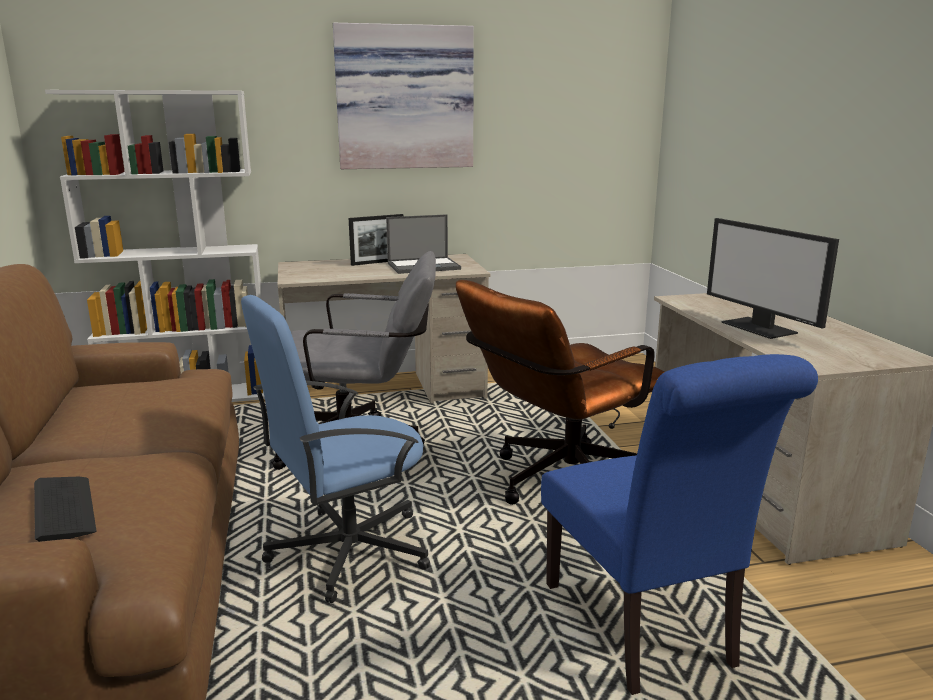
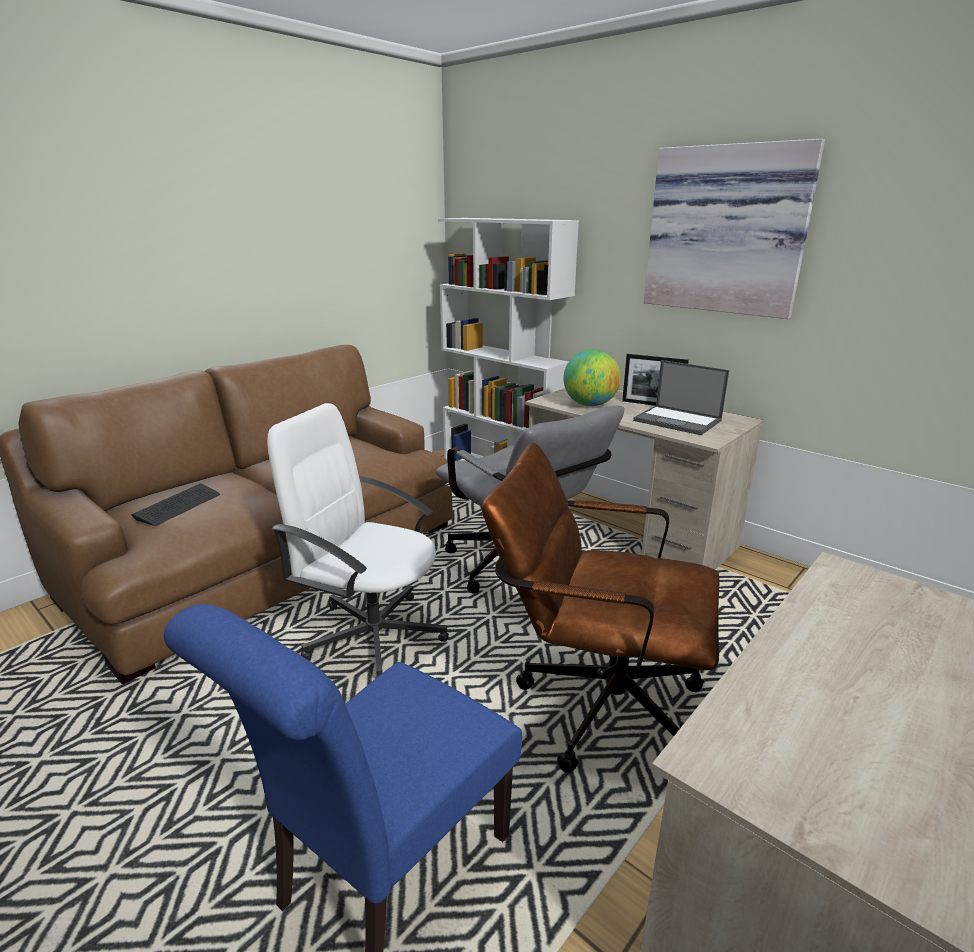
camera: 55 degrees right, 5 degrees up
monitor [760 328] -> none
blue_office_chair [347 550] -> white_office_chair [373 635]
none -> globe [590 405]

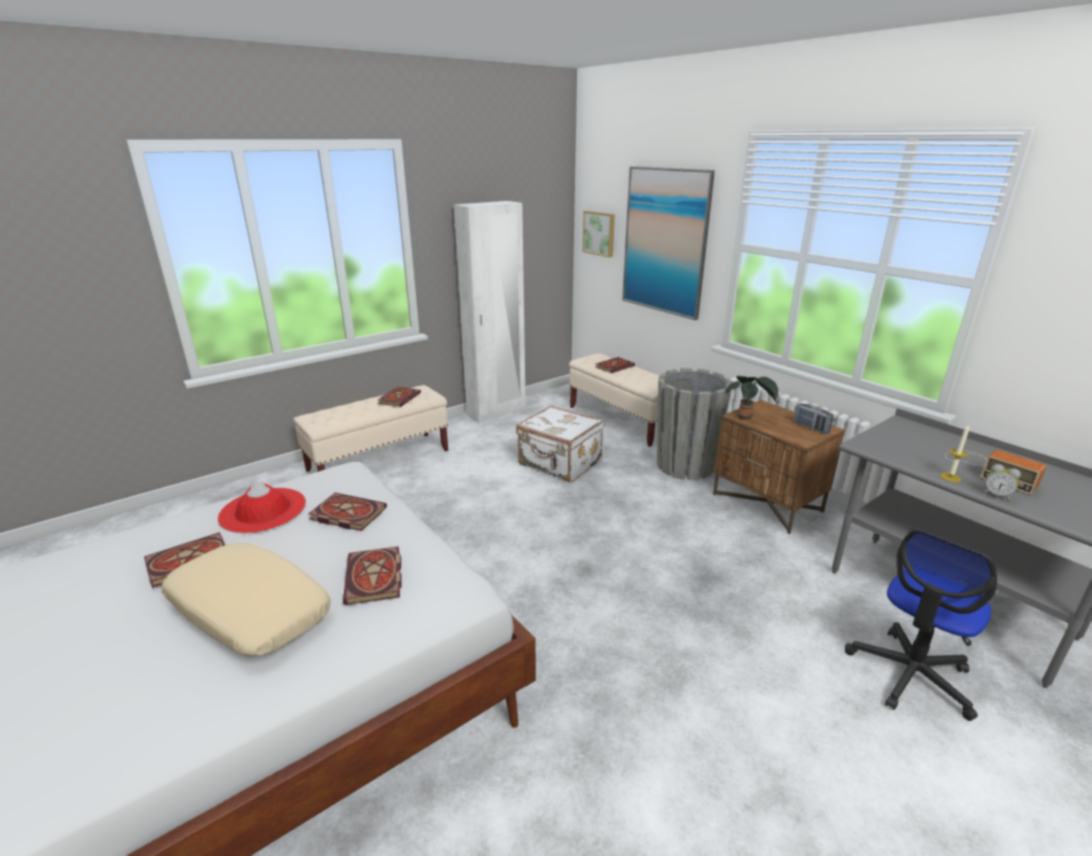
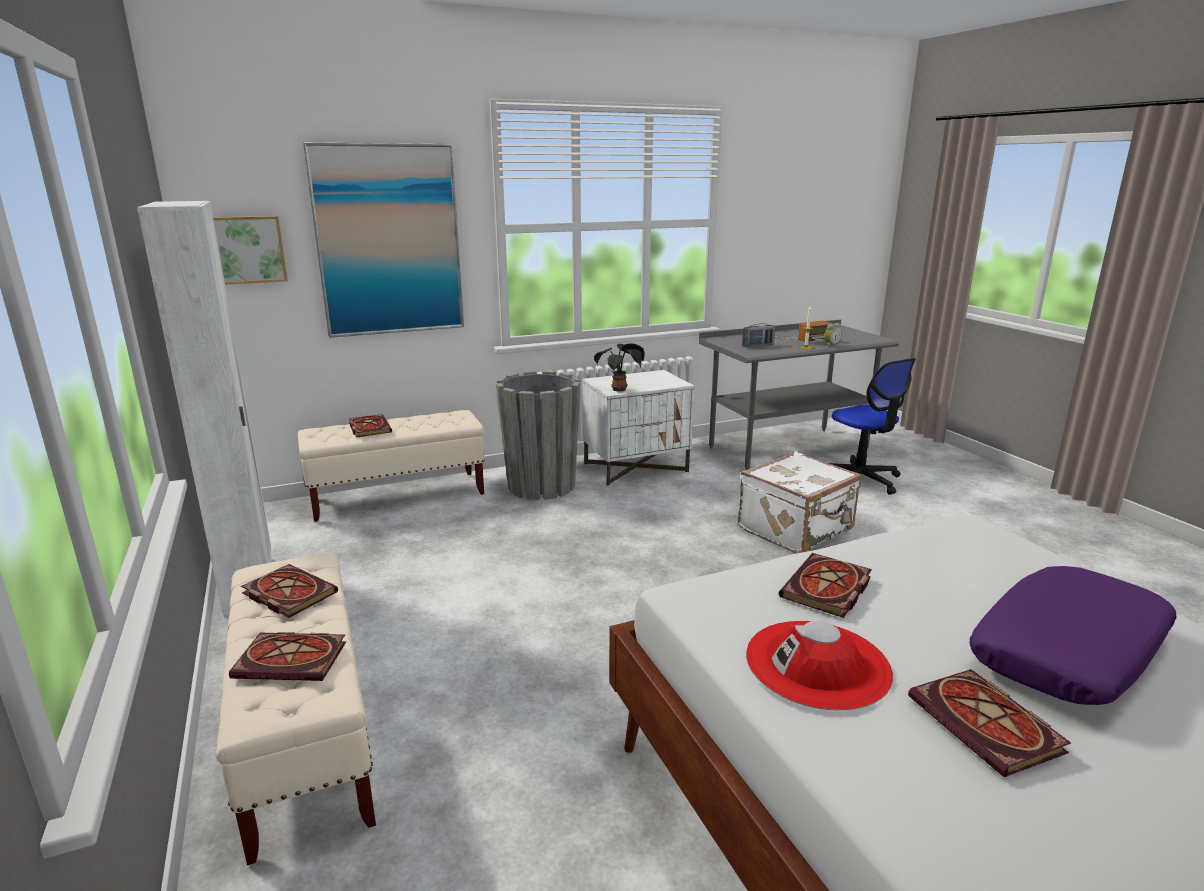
camera: 75 degrees left, 5 degrees down
brown_nightstand [767 503] -> white_nightstand [636 468]
radio [811 428] -> radio [757 346], move
white_suitcase [559 464] -> white_suitcase [797 529], move
beige_pillow [248 611] -> purple_pillow [1069 652]
book [375 579] -> book [294 659], move

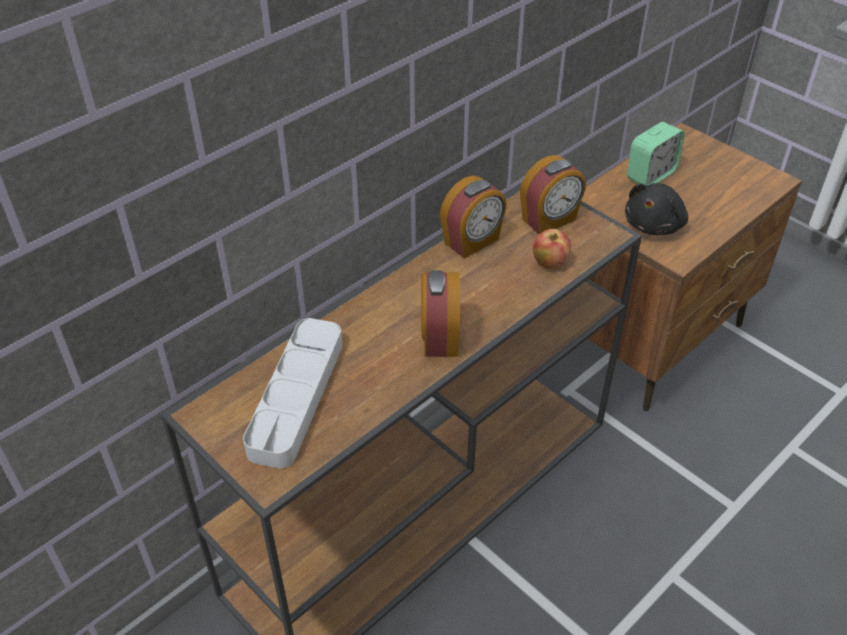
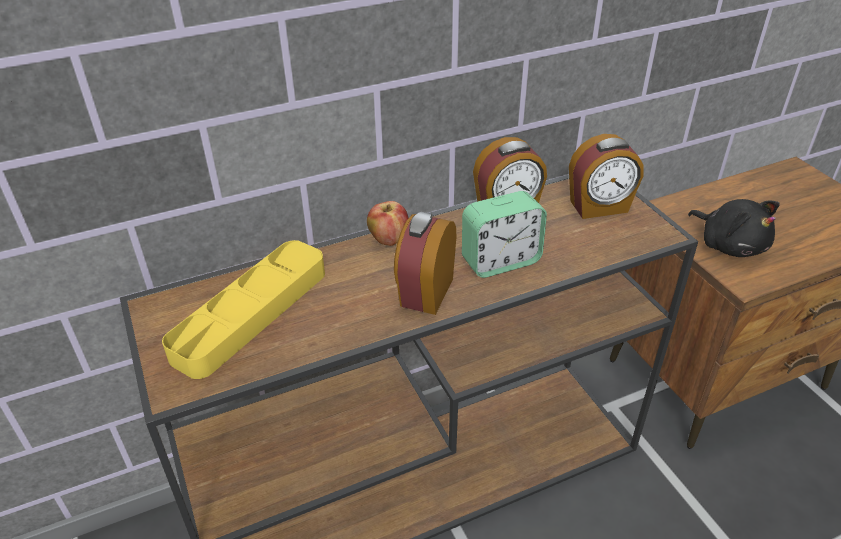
camera: 20 degrees right, 5 degrees down
alarm_clock [651 175] -> alarm_clock [500 261], move
black_plush_toy [655 225] -> black_plush_toy [729 245], 90 degrees counterclockwise
apple [549 263] -> apple [389 240], move
grey_tray [296 396] -> yellow_tray [251 313]

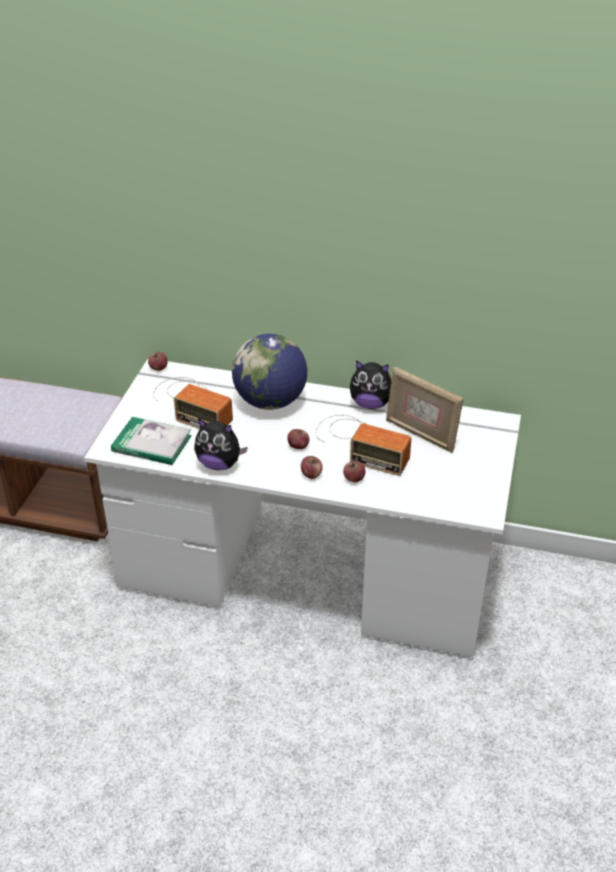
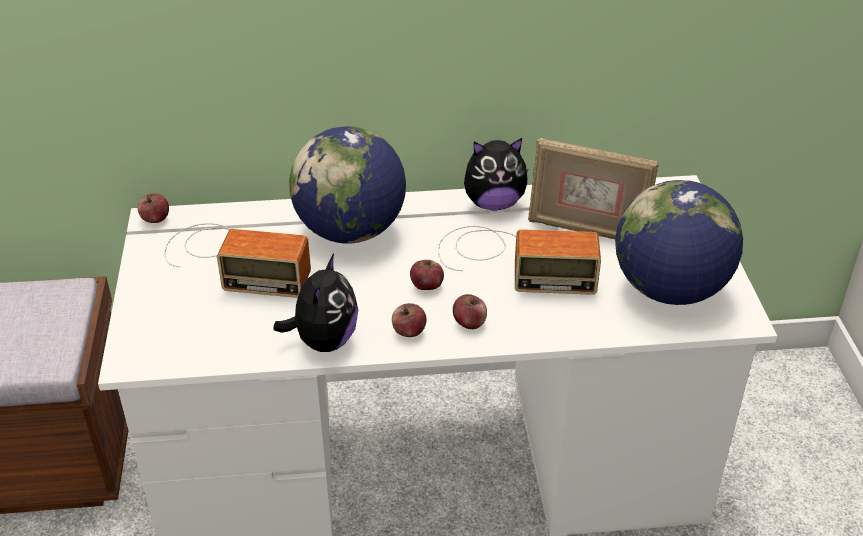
camera: 20 degrees left, 0 degrees up
book [152 444] -> none
plush_toy [219 464] -> plush_toy [324 341], 75 degrees counterclockwise
apple [353 478] -> apple [409 331], move
none -> globe [669 290]

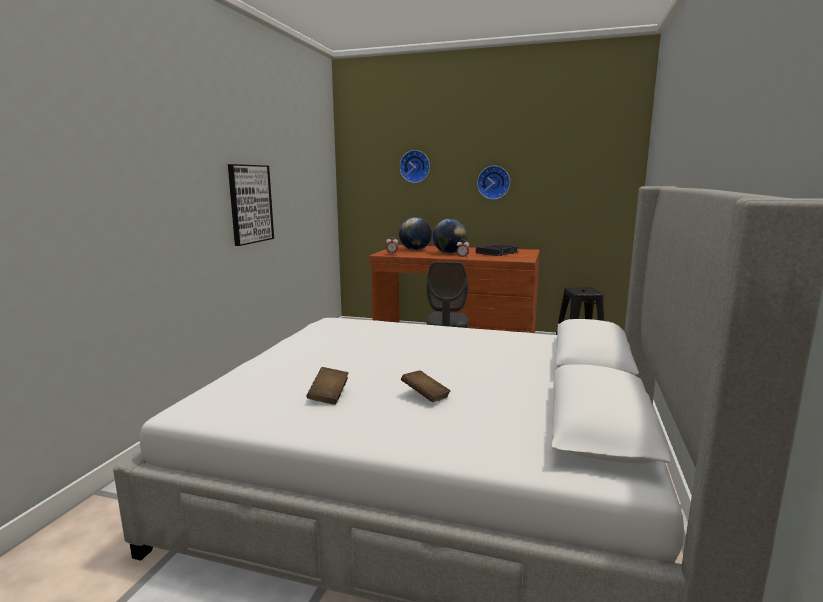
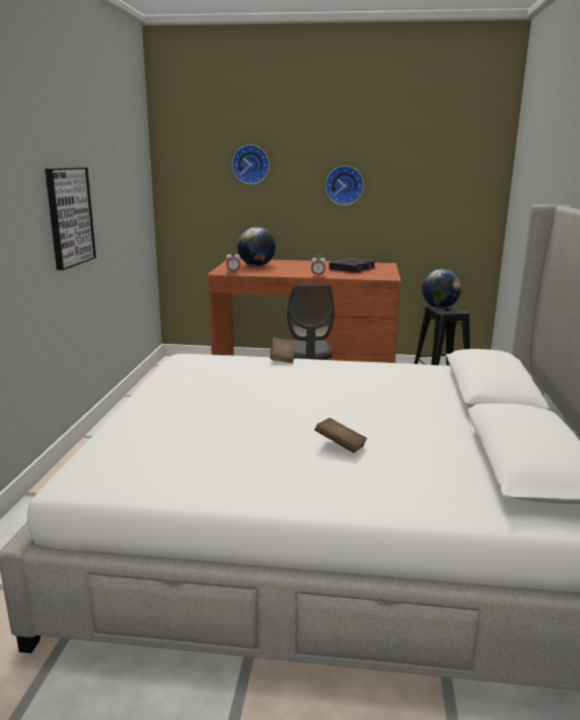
camera: 10 degrees left, 5 degrees up
globe [449 253] -> globe [439 307], move
brown_book [329 396] -> brown_book [282 358], move

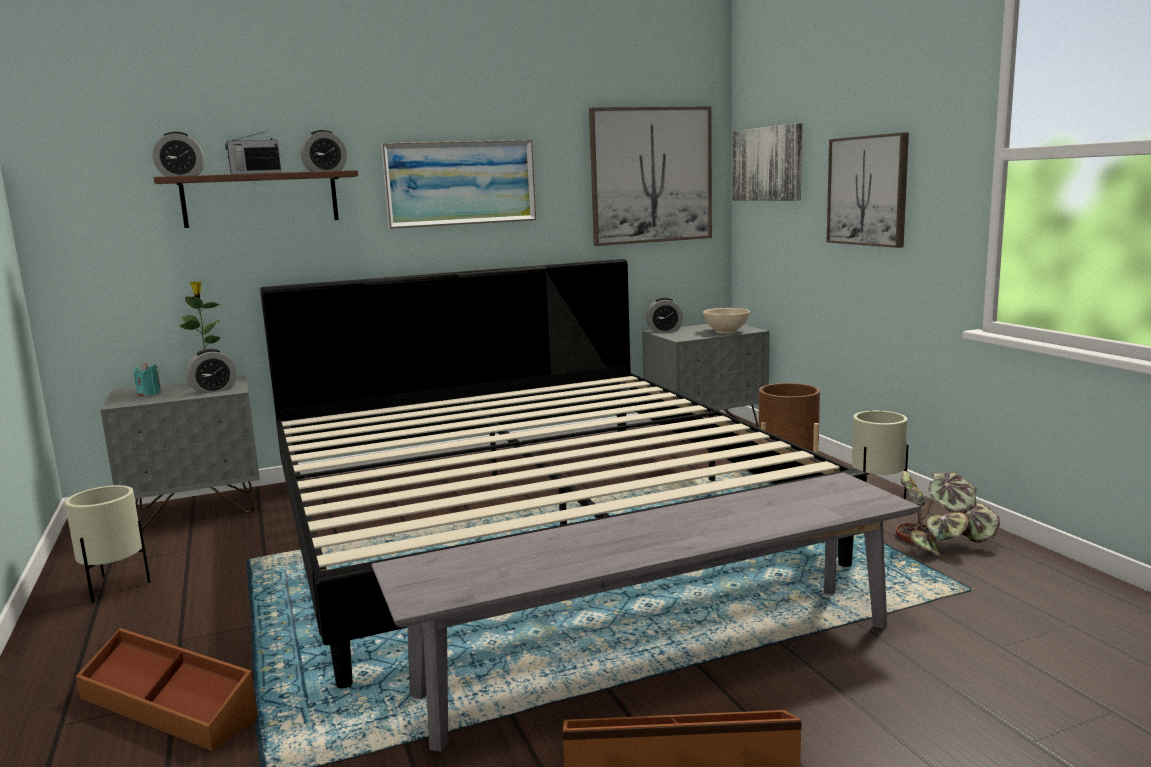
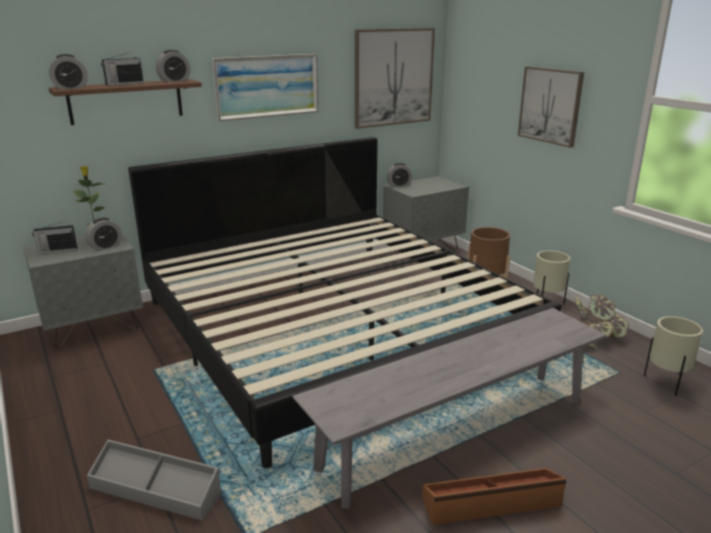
camera: 10 degrees left, 10 degrees up
picture [768 164] -> none
beige_bowl [726 331] -> none
turquoise_candle [149 393] -> radio [57 250]
beige_planter [115 588] -> beige_planter [666 383], move
brown_storage_box [169 707] -> grey_storage_box [156 490]

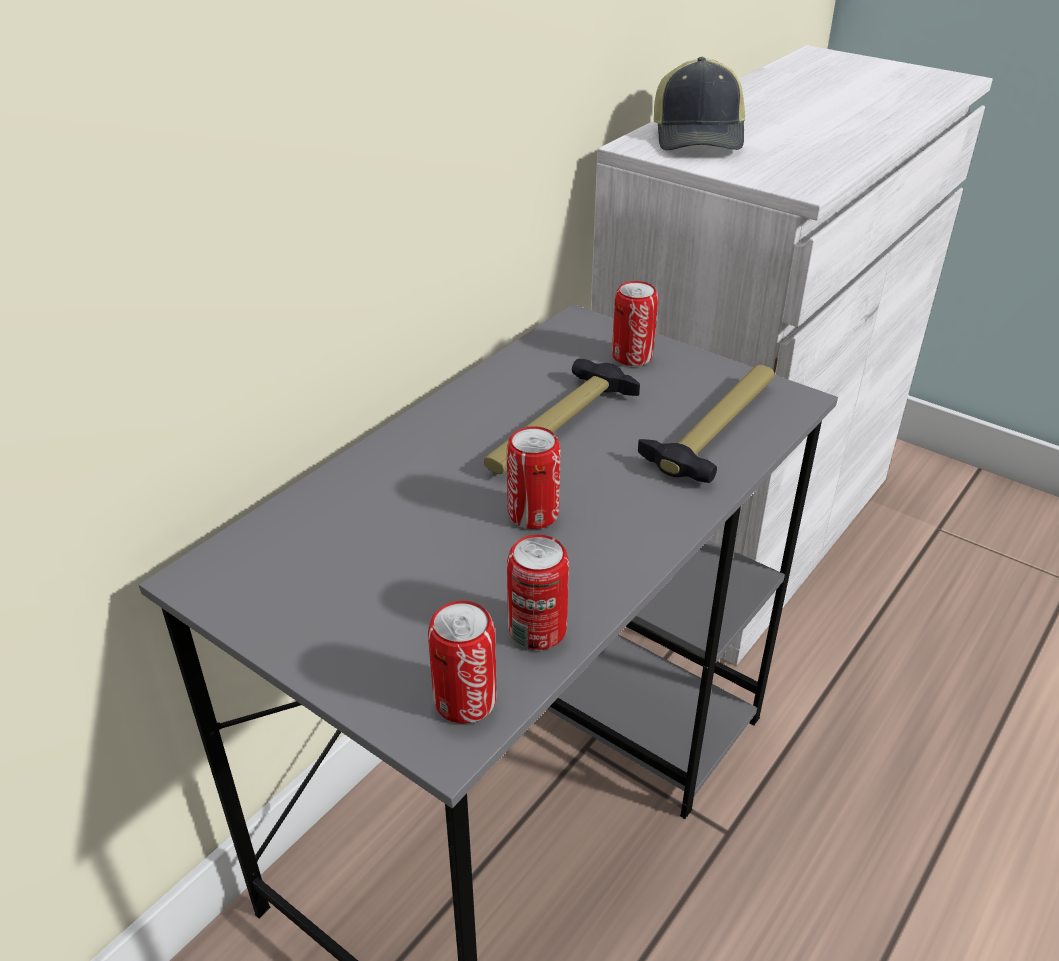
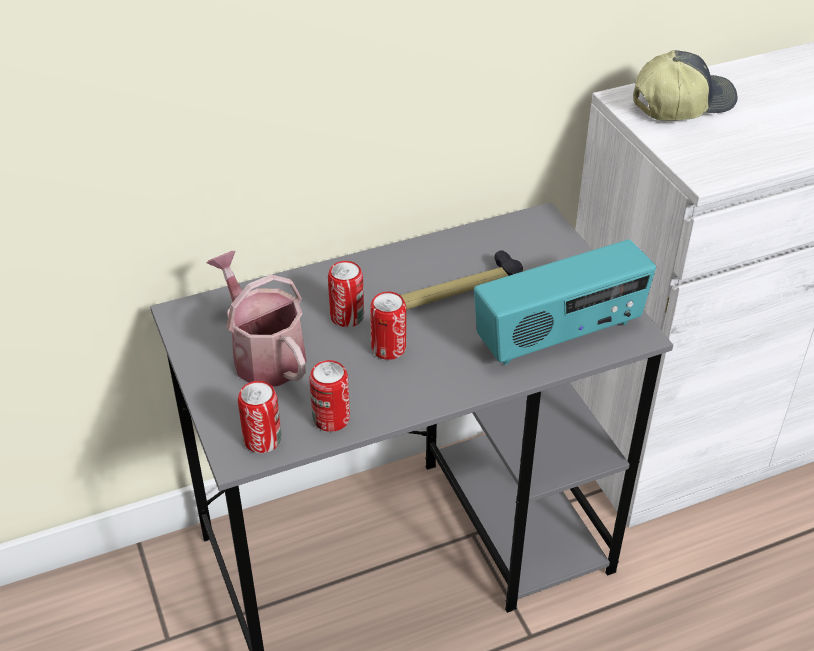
camera: 30 degrees right, 5 degrees up
cap [699 137] -> cap [681 103], 150 degrees counterclockwise
can [632 356] -> can [347 317], move
hammer [717 428] -> radio [560 335]
none -> watering_can [263 354]

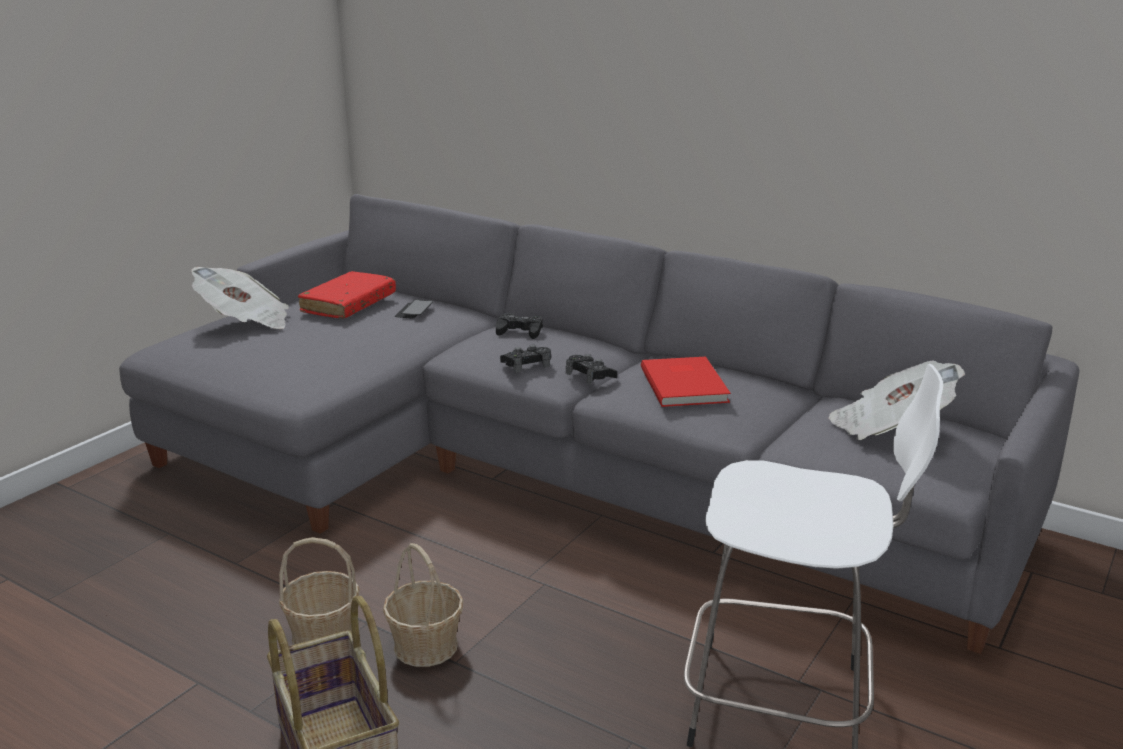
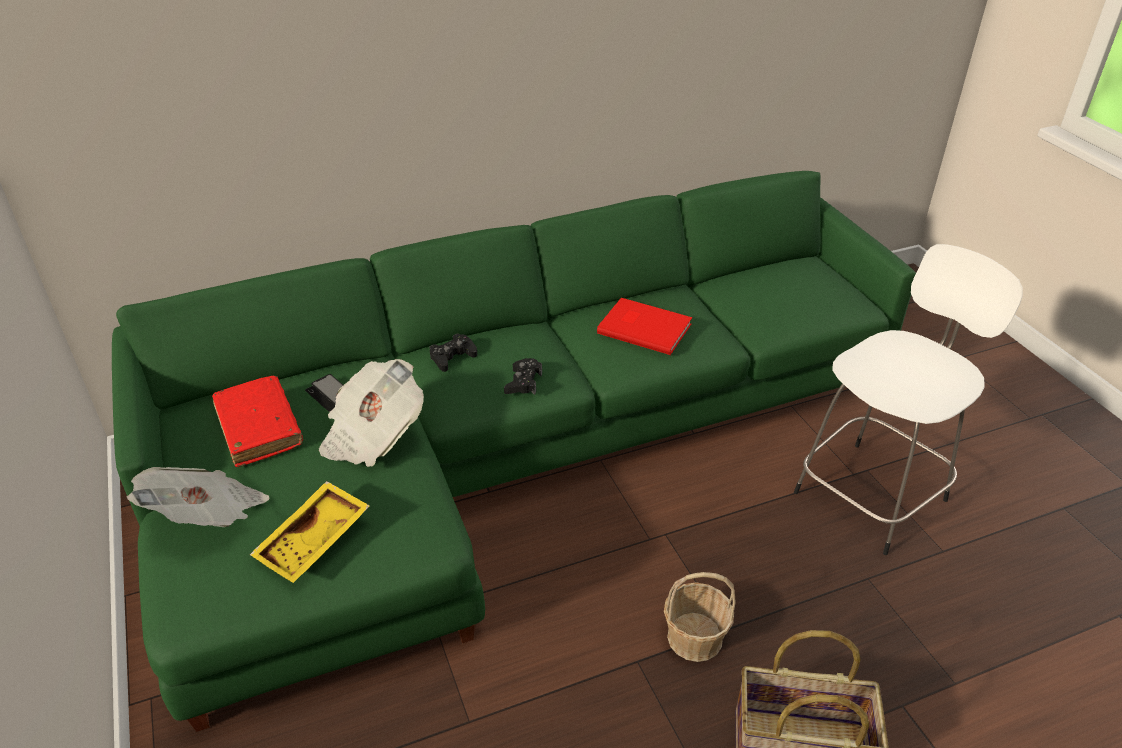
camera: 55 degrees left, 15 degrees up
grey_sofa [545 469] -> green_sofa [505 456]
black_game_controller [590 375] -> none
newspaper [889 428] -> newspaper [372 435], move
basket [323 635] -> none
none -> yellow_tray [315 541]

